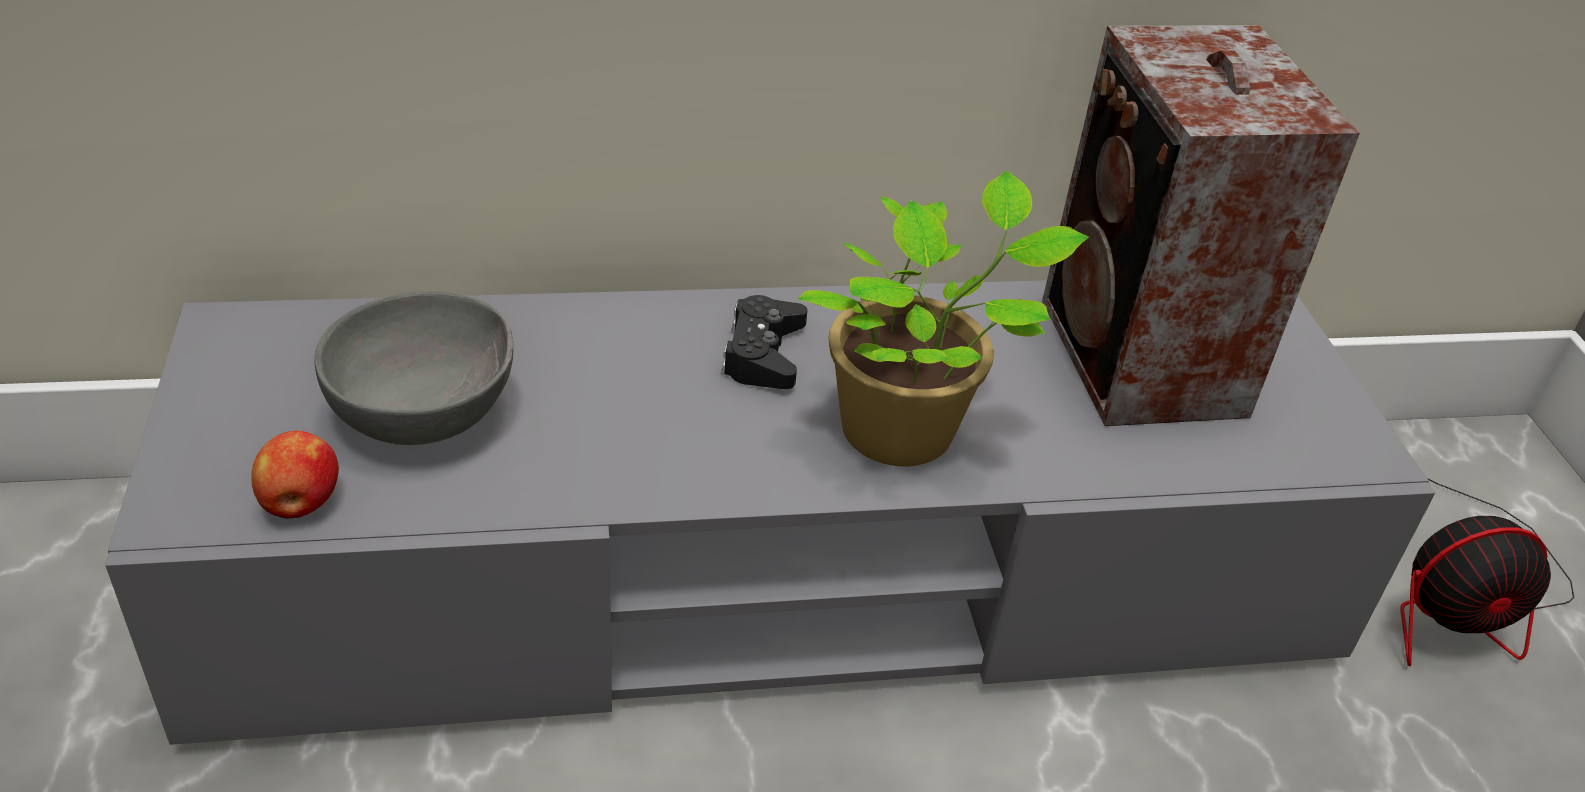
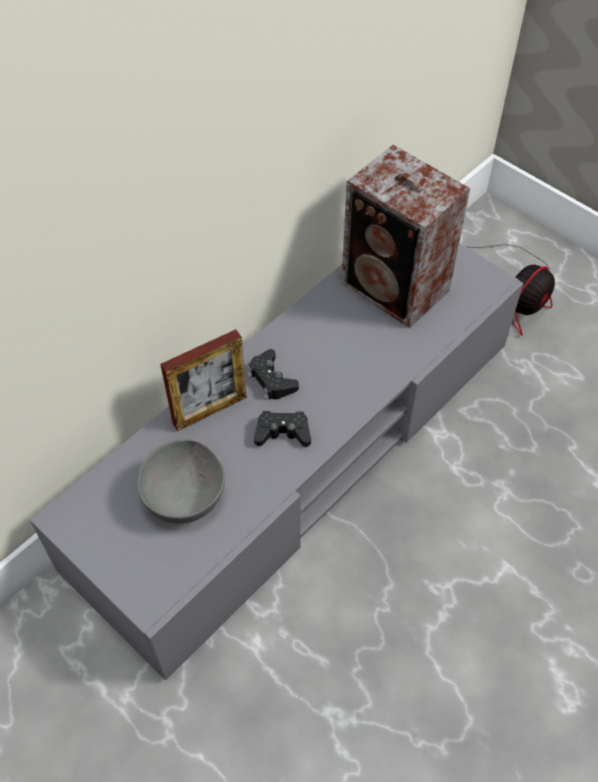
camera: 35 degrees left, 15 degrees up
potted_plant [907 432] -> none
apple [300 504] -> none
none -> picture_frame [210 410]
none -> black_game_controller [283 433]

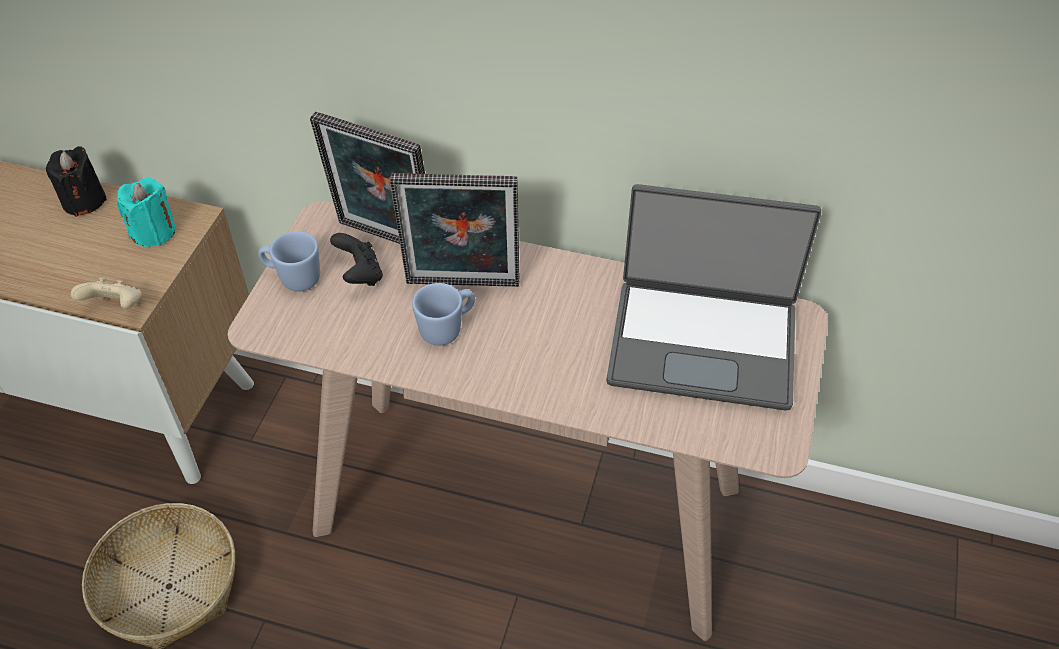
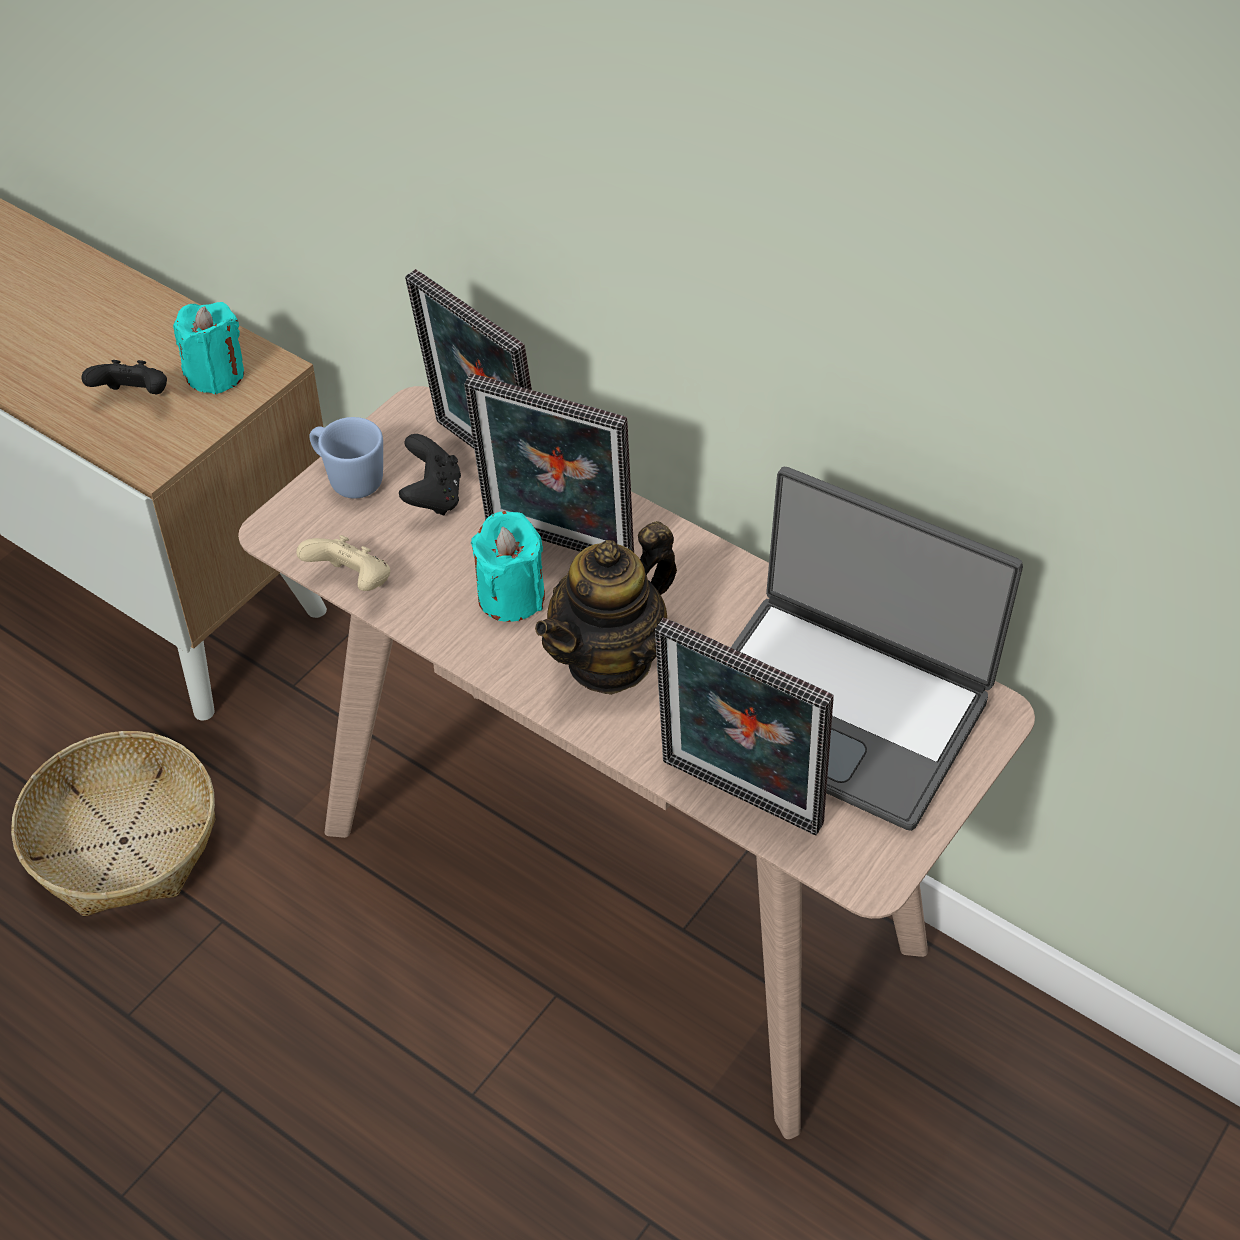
camera: 20 degrees right, 0 degrees up
black_candle [84 201] -> none
beige_game_controller [116 307] -> beige_game_controller [352 582], move
blue_mug [447 329] -> turquoise_candle [511 596]
none -> black_game_controller [134 398]
none -> teapot [610 660]
none -> picture_frame [736 801]

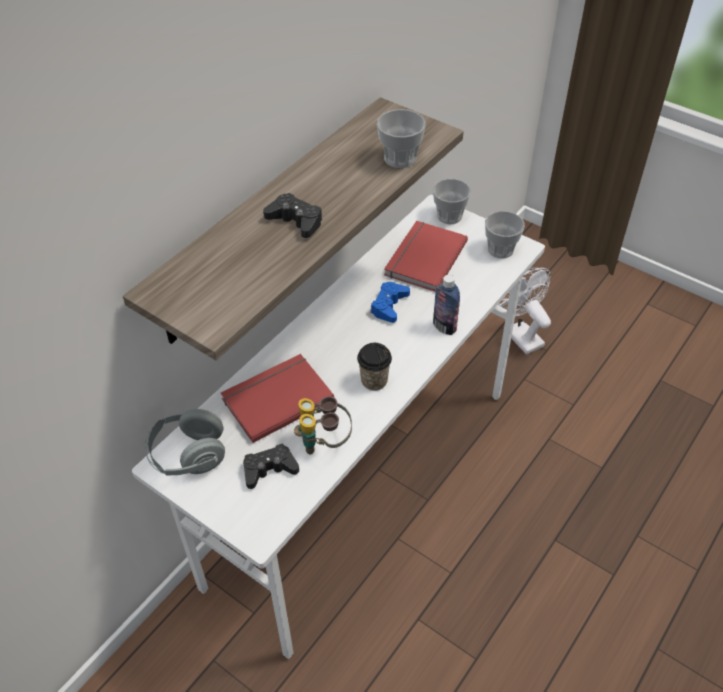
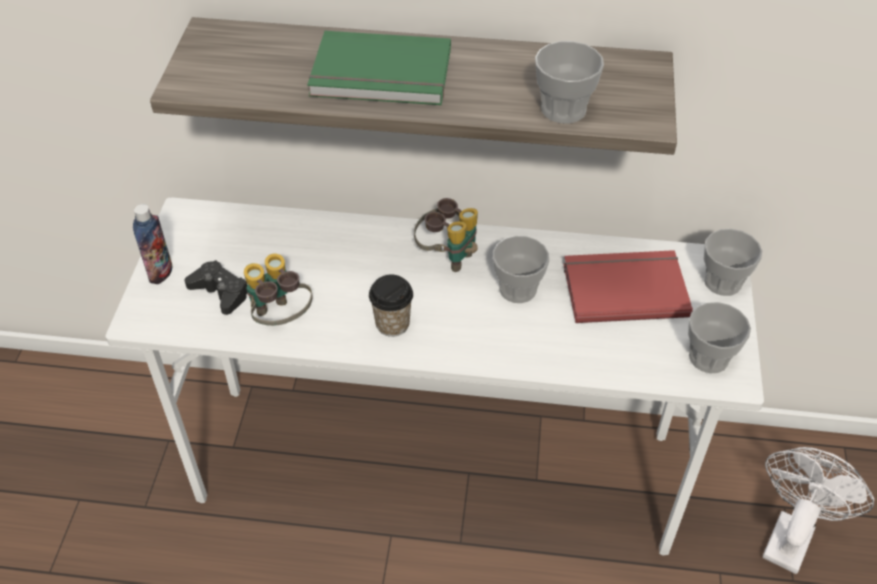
camera: 60 degrees right, 0 degrees up
black_game_controller [295 221] -> green_book [381 75]
bottle [444 327] -> bottle [160 272], move
blue_game_controller [389 305] -> cup [517 289]
red_book [275 398] -> none
grey_headphones [188 455] -> none
none -> binoculars [447 255]

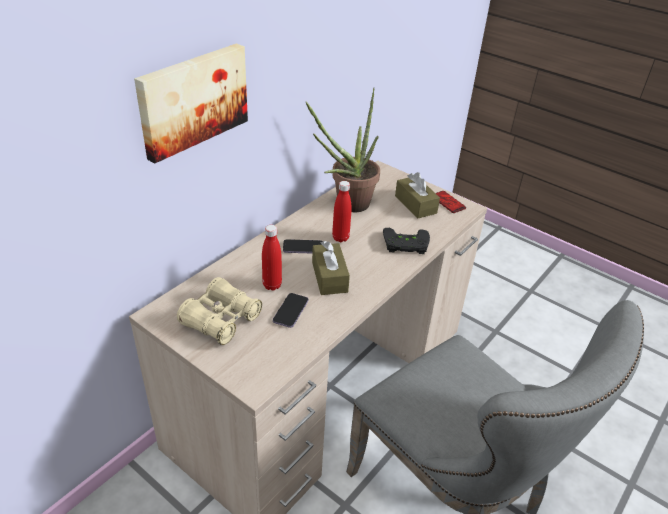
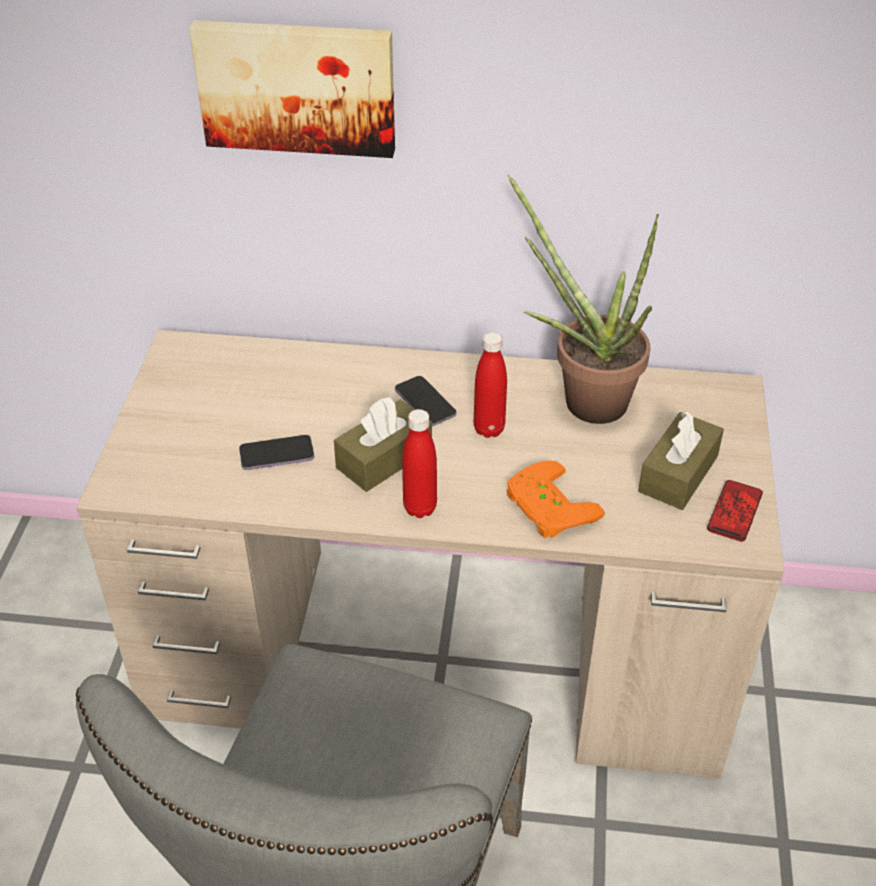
camera: 60 degrees right, 5 degrees up
red_bottle [272 285] -> red_bottle [420 508], move
black_game_controller [405 245] -> orange_game_controller [546 507]
beige_binoculars [221 320] -> none

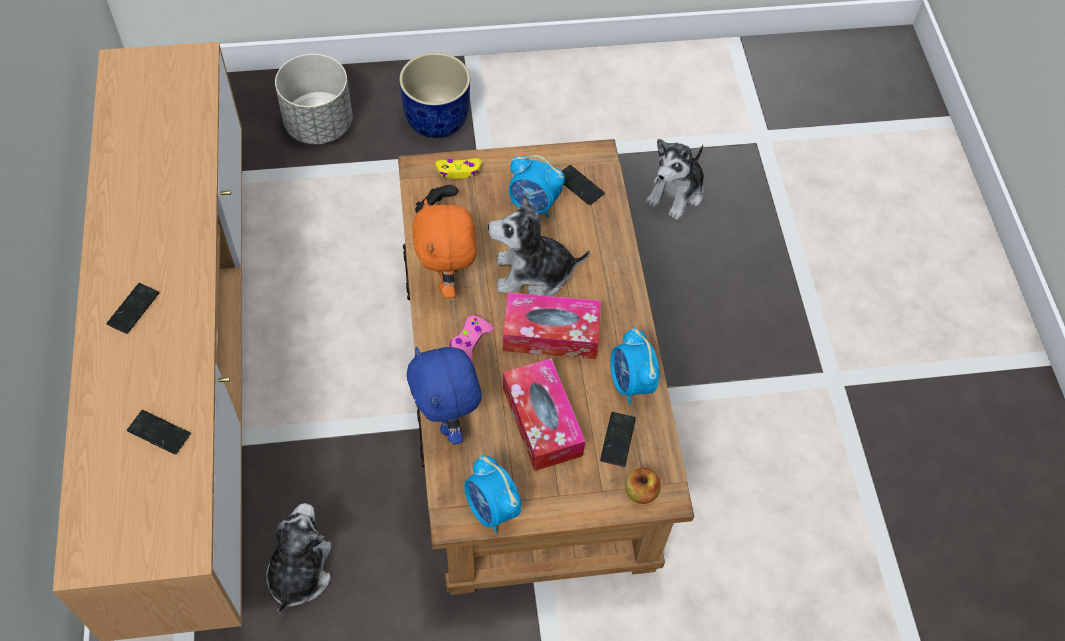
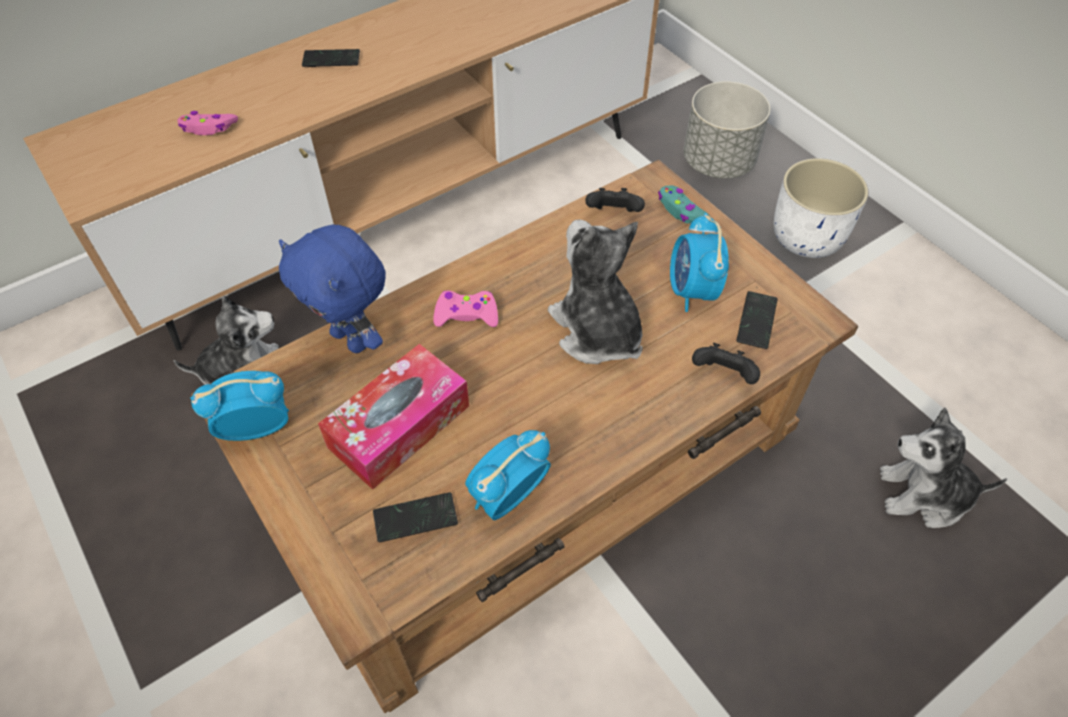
camera: 65 degrees right, 5 degrees down
blue_planter [436 118] -> white_planter [807 237]
yellow_game_controller [459 171] -> turquoise_game_controller [681 211]
orange_plush_toy [448 280] -> none
tissue_box [551 334] -> none
blue_plush_toy [447 421] -> blue_plush_toy [352 339], 90 degrees counterclockwise
phone [159 433] -> pink_game_controller [208 128]
alarm_clock [492 509] -> alarm_clock [256 428], 45 degrees clockwise
apple [640 492] -> none
none -> black_game_controller [723 375]

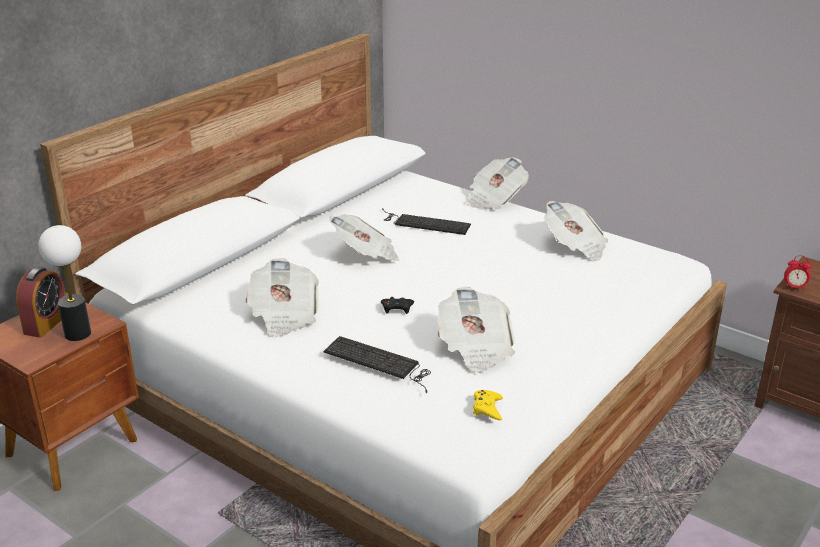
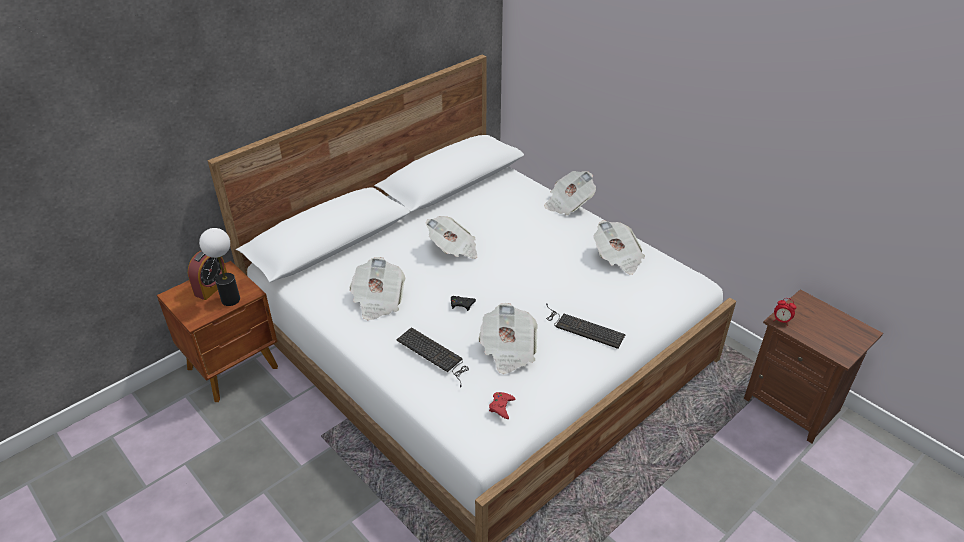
camera: 10 degrees right, 10 degrees up
keyboard [424 223] -> keyboard [582 327], move
yellow_game_controller [487 408] -> red_game_controller [501 407]

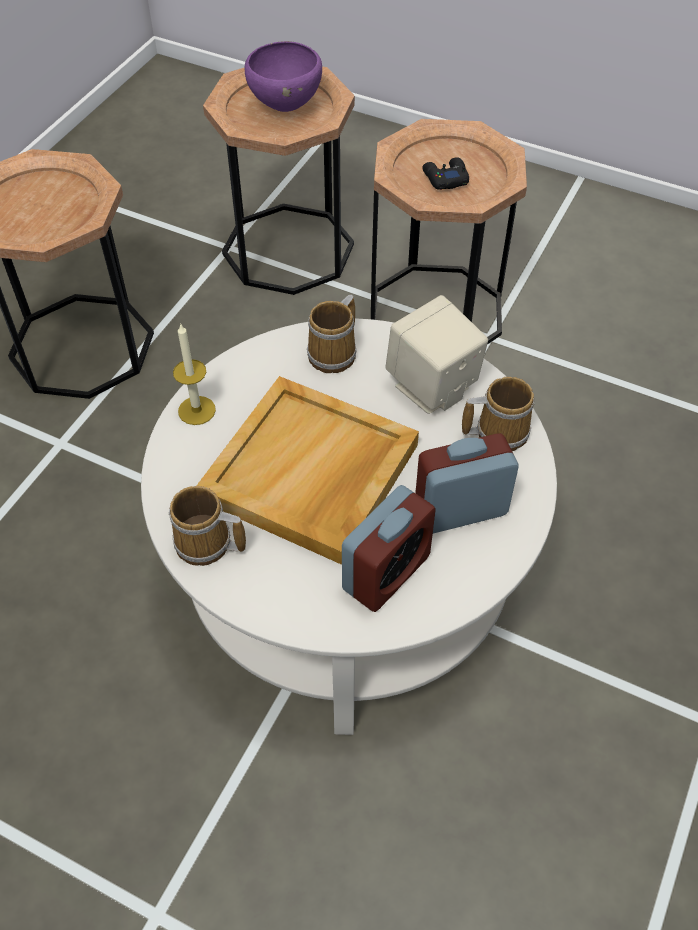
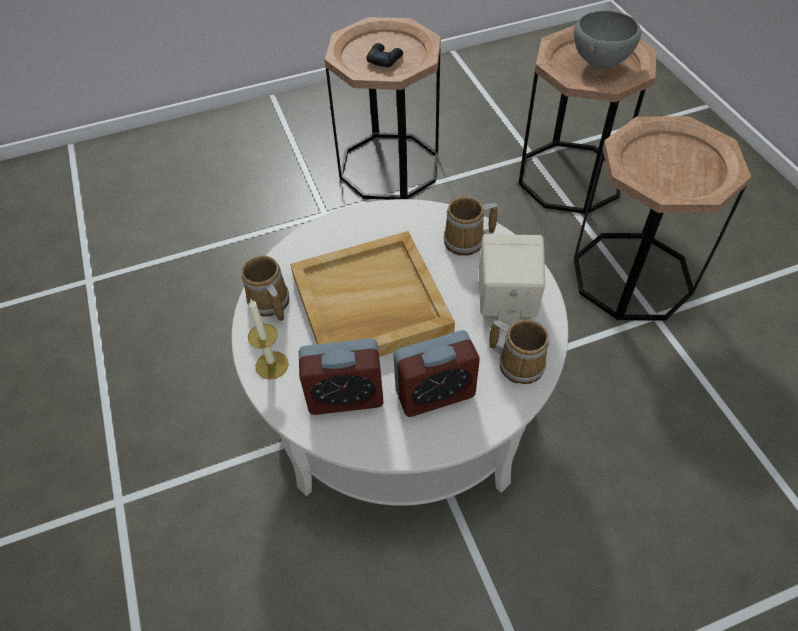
camera: 45 degrees right, 0 degrees up
purple_bowl [286 107] -> grey_bowl [600 65]
black_game_controller [445 178] -> black_game_controller [384 59], move
candle [196 410] -> candle [272 365], move
alarm_clock [460 509] -> alarm_clock [435 394], 135 degrees clockwise

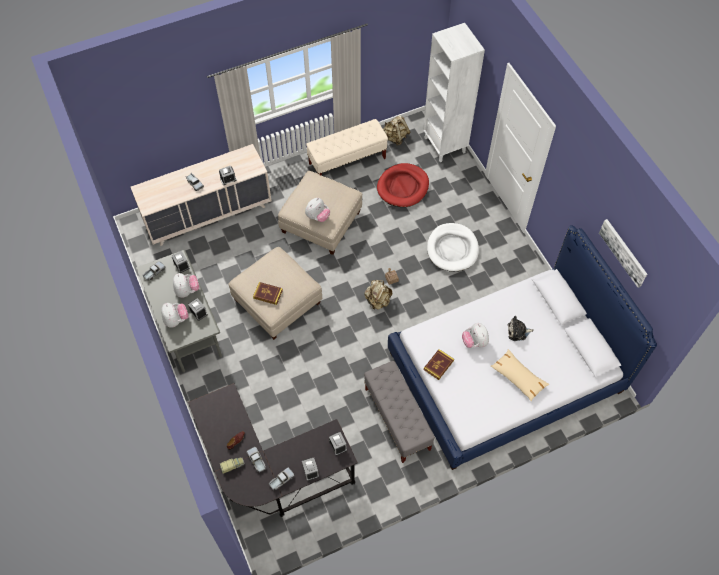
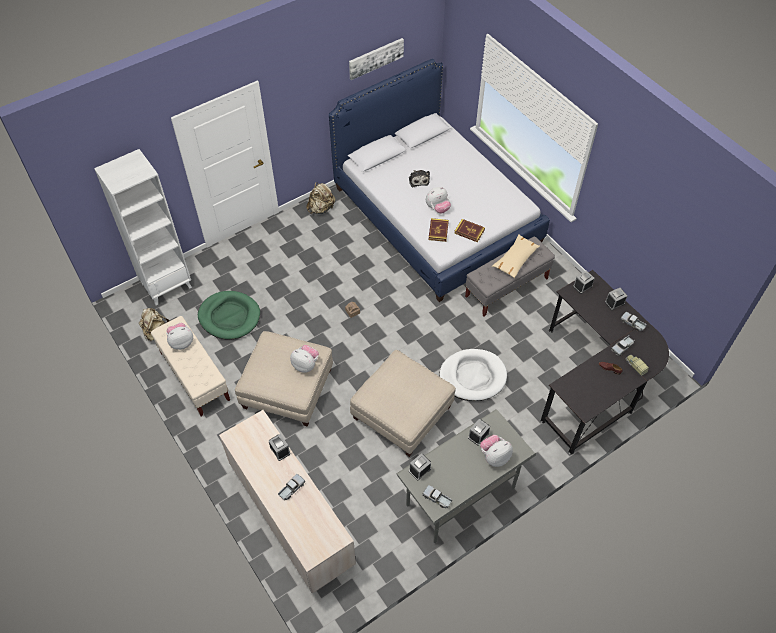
camera: 100 degrees left, 5 degrees down
red_dog_bed [403 187] -> green_dog_bed [229 317]
white_dog_bed [452 249] -> white_dog_bed [472 376], move
plush_toy [187 291] -> plush_toy [181 342], move
beige_backpack [377 301] -> beige_backpack [321 208], move
book [268 294] -> book [438 231], move
beige_pillow [518 377] -> beige_pillow [515 259], move

